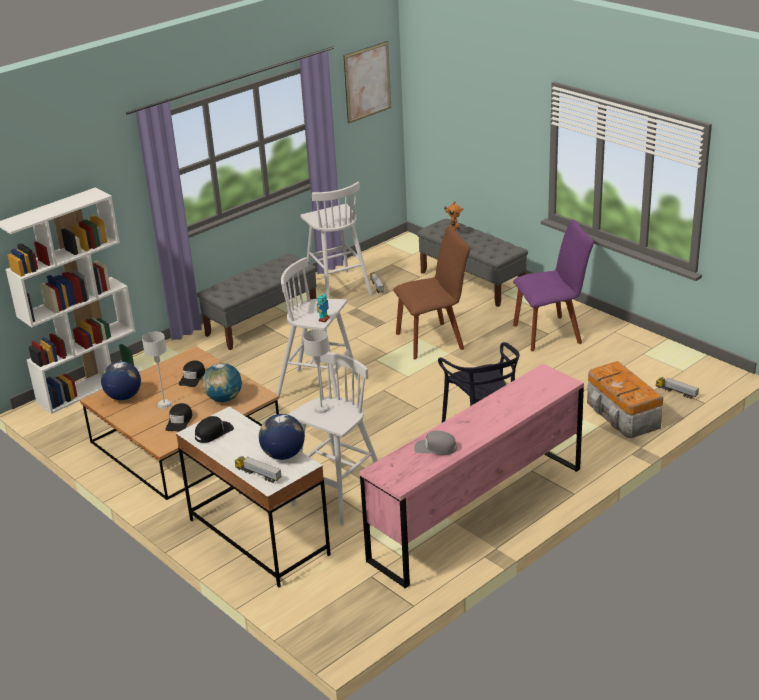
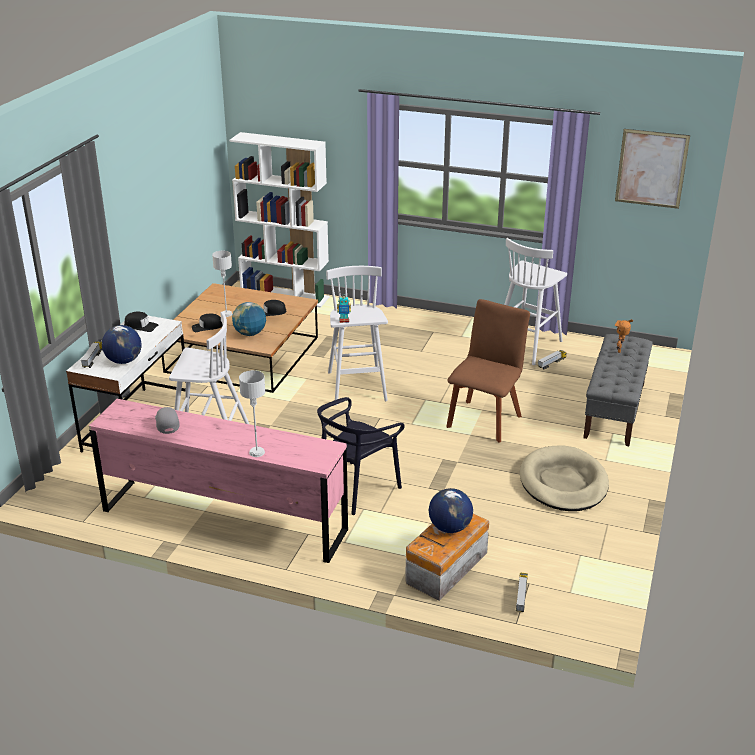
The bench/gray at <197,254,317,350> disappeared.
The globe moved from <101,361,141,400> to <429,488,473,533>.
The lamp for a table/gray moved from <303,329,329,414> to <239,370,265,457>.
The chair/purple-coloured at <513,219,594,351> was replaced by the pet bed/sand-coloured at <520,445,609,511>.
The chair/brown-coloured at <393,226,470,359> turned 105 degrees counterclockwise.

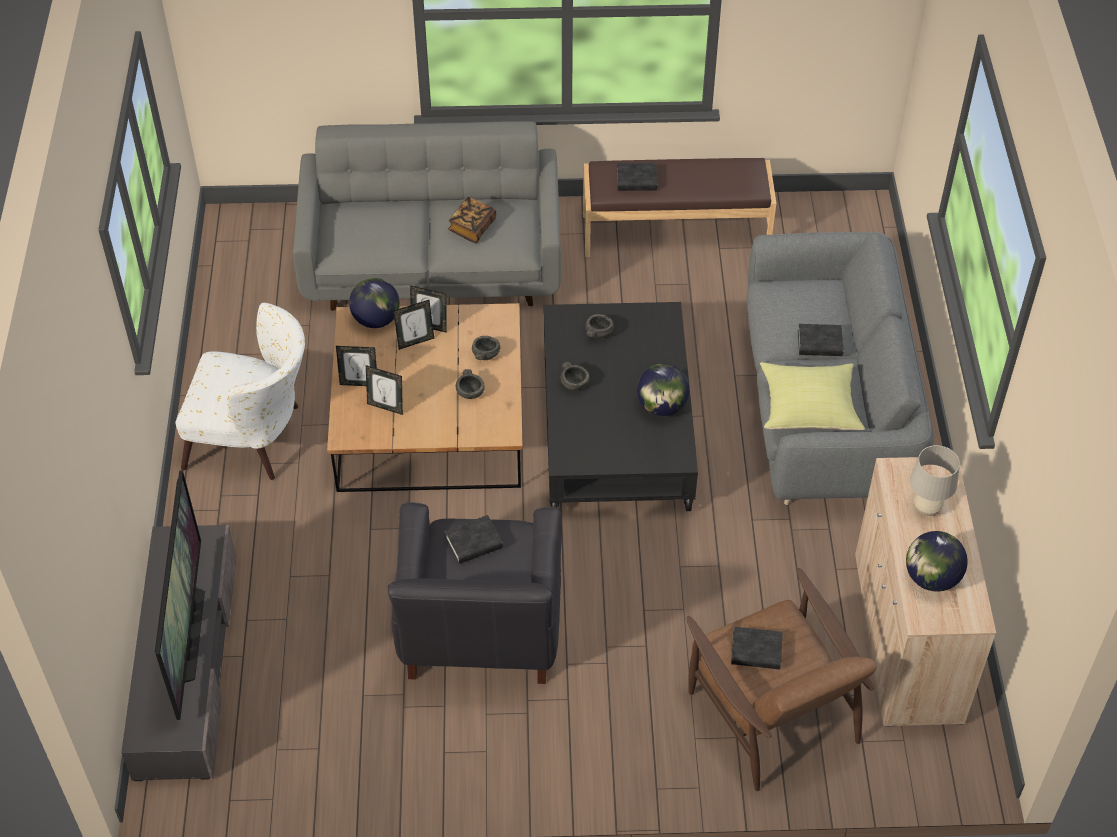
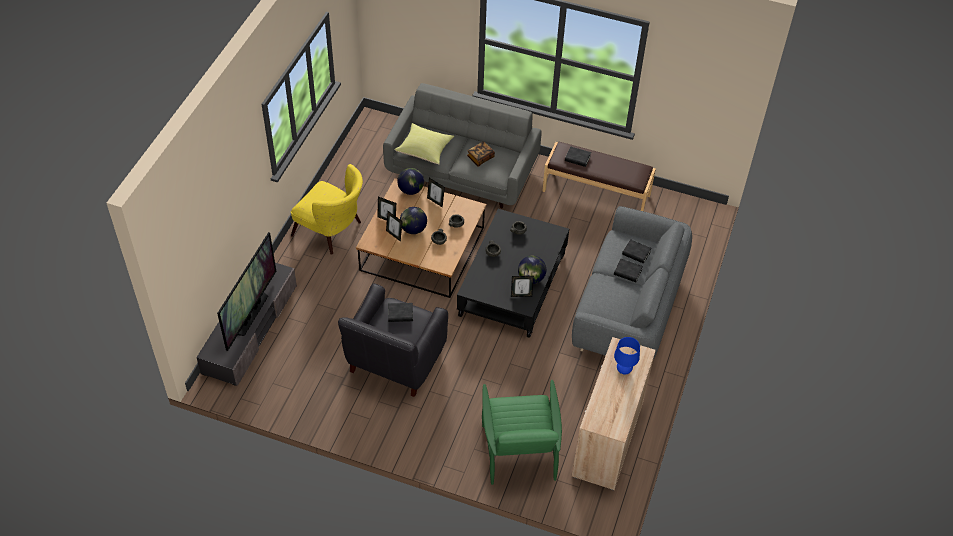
The standing frame moved from <393,300,434,350> to <511,276,534,297>.
The bound book/black moved from <731,627,783,669> to <622,239,652,264>.
The pillow/yellow-coloured moved from <760,362,865,430> to <395,123,454,164>.
The globe moved from <906,531,968,592> to <400,207,427,234>.
The lounge chair/white-coloured at <175,303,305,480> became the lounge chair/yellow-coloured at <291,164,363,255>.
The lounge chair/brown-coloured at <687,568,877,791> became the lounge chair/green at <482,380,562,485>.
The lamp for a table/sand-coloured at <910,445,960,516> became the lamp for a table/bluish at <614,337,640,374>.

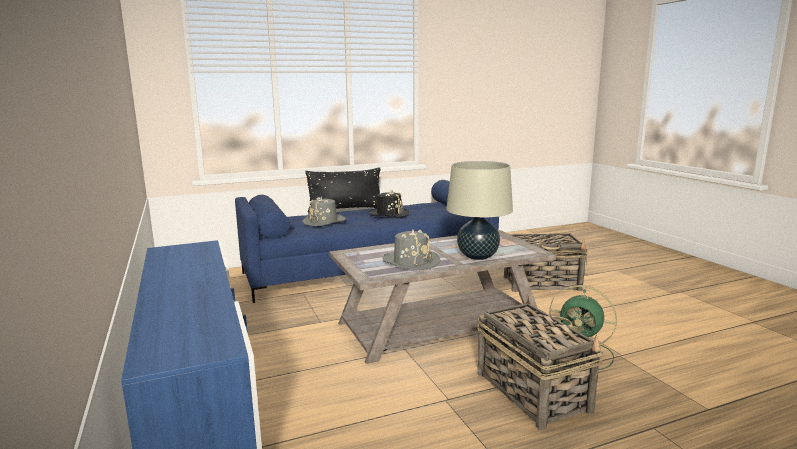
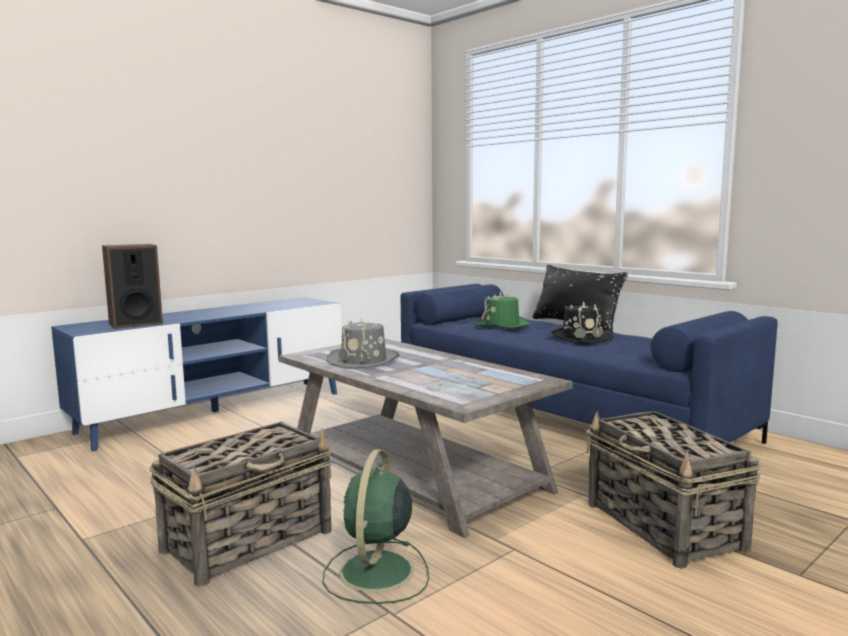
The lamp for a table/sand-coloured at <446,161,513,260> disappeared.
The audio speaker at <102,244,163,329> appeared.
The wearable hat/gray at <302,197,346,226> became the wearable hat/green at <474,292,531,328>.

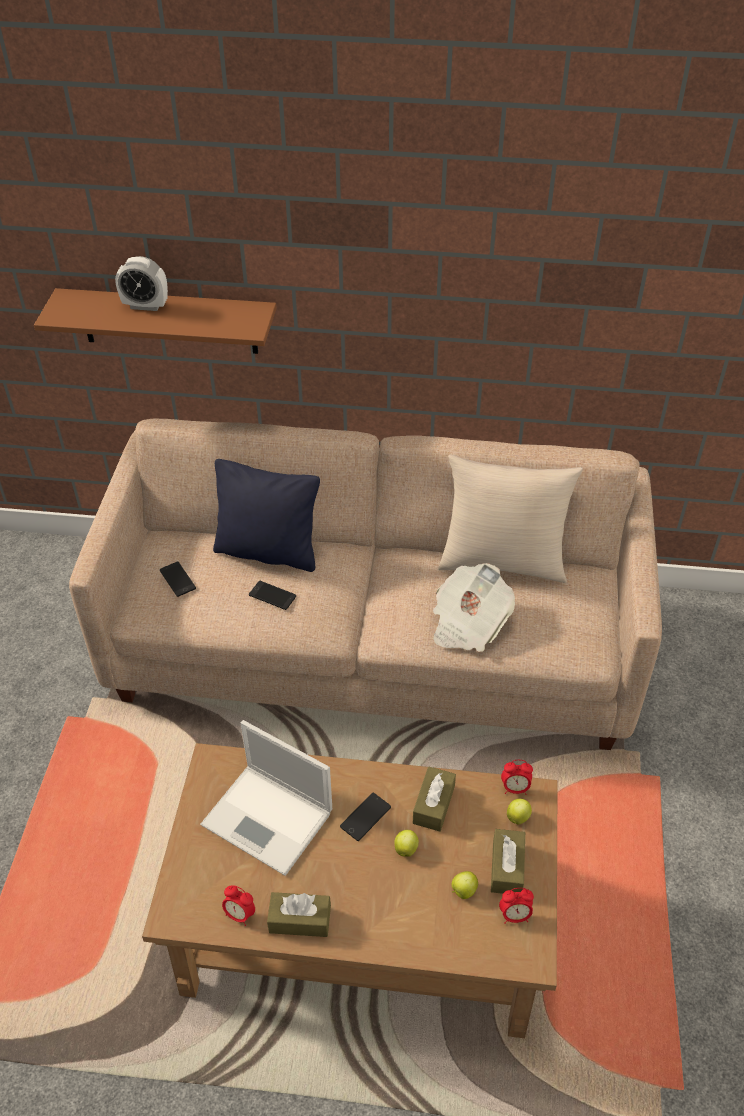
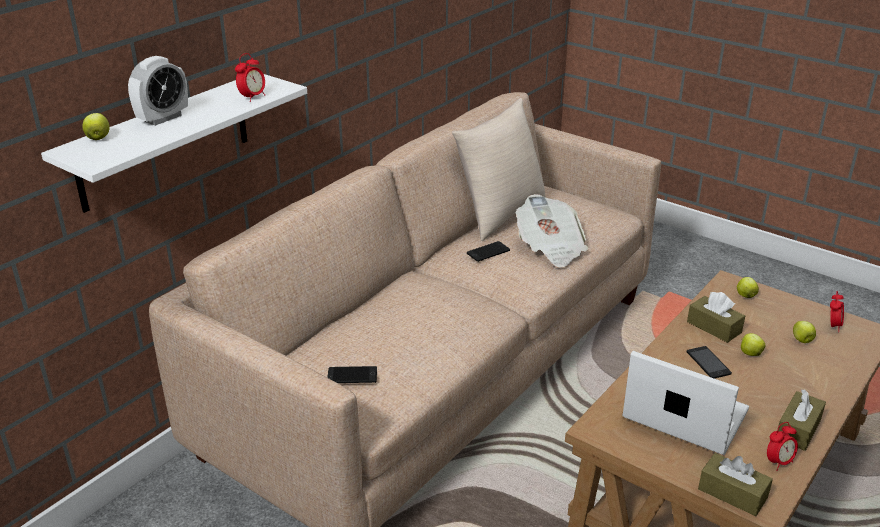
The pillow/black at <213,459,320,572> disappeared.
The apple at <82,113,110,140> appeared.
The telephone moved from <249,581,296,610> to <467,241,510,262>.
The tissue holder/brown-coloured moved from <491,829,525,894> to <698,453,773,516>.
The alarm clock moved from <501,760,533,795> to <235,53,265,102>.
The shelf/brown-coloured at <34,288,277,354> became the shelf/white-coloured at <41,74,307,213>.
The notebook computer at <200,720,332,876> turned 120 degrees counterclockwise.

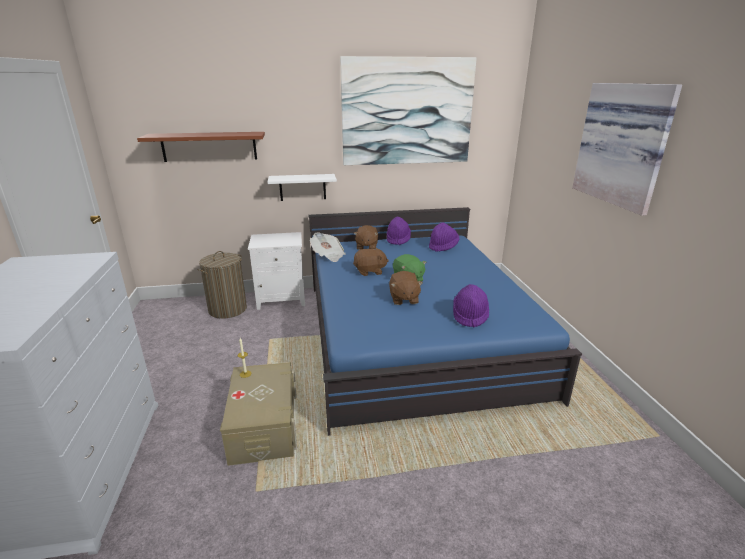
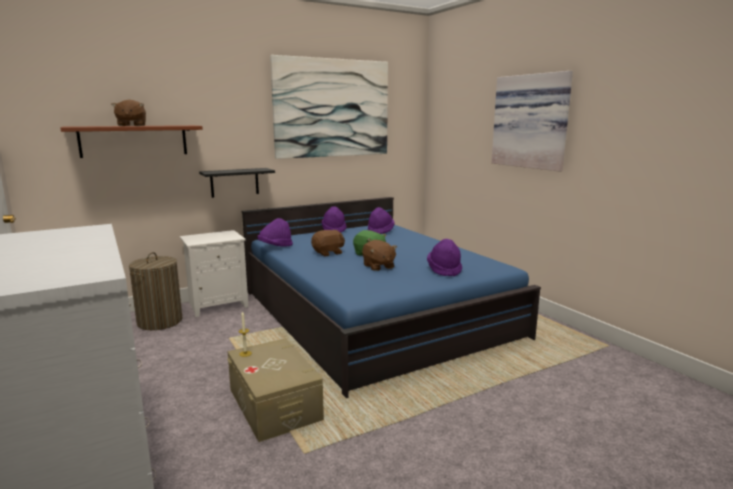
The cuddly toy/brown-coloured moved from <354,225,378,250> to <111,100,146,126>.
The daily paper at <310,232,346,262> was replaced by the wearable hat/purple-coloured at <257,218,293,247>.
The shelf/white-coloured at <267,174,337,201> became the shelf/black at <199,168,275,198>.

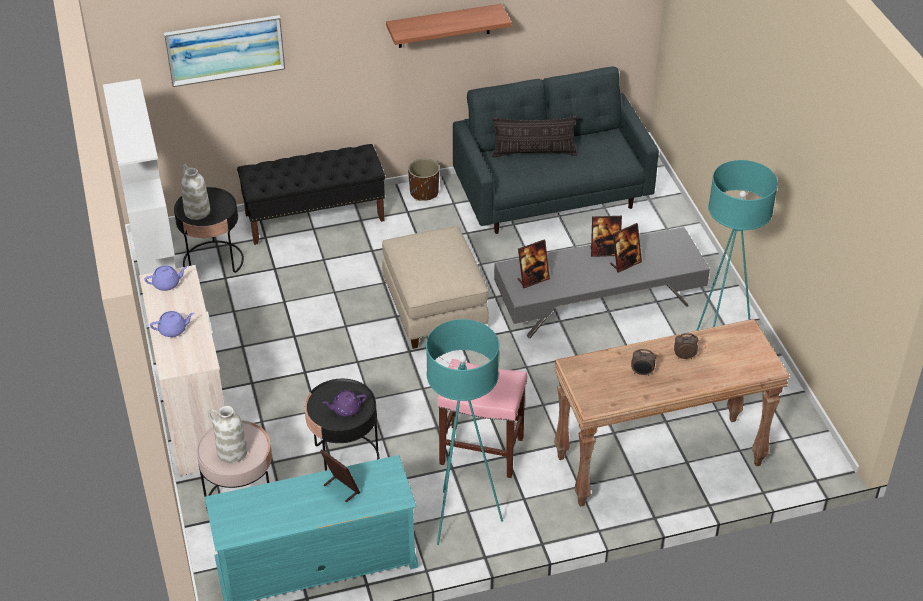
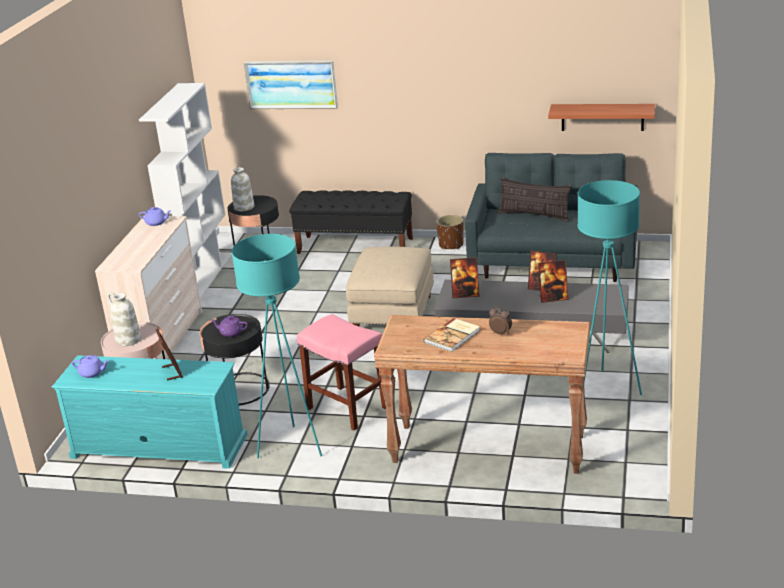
The pot for tea/purple-coloured moved from <150,311,194,337> to <72,355,109,378>.
The shelf moved from <386,4,512,48> to <548,104,655,131>.
The alarm clock at <631,349,656,376> was replaced by the bound book at <424,318,480,352>.

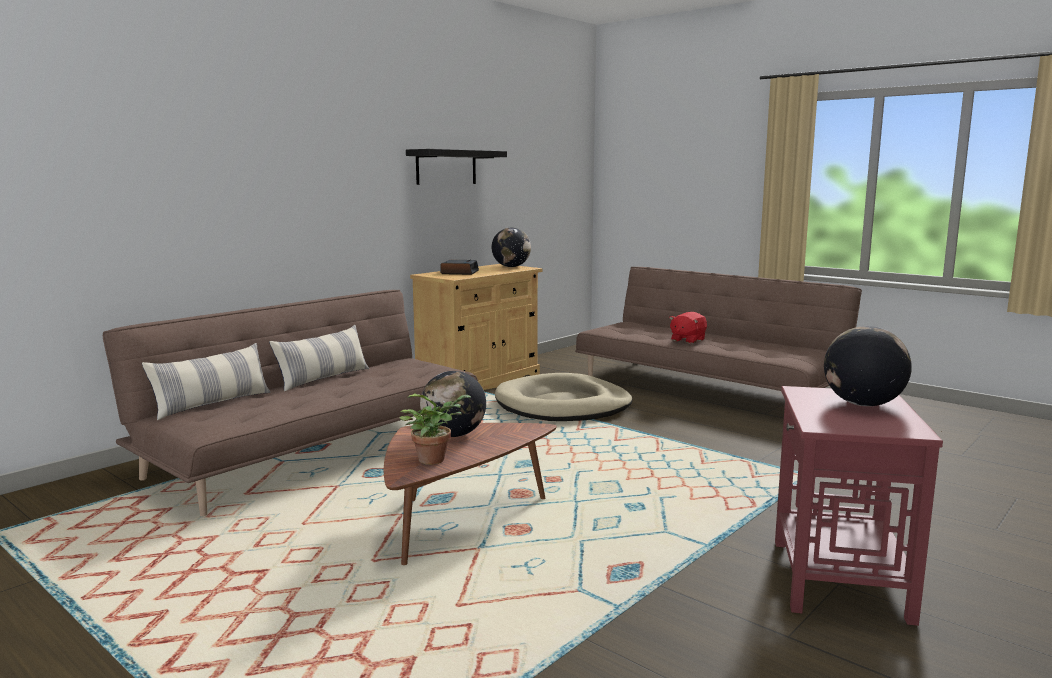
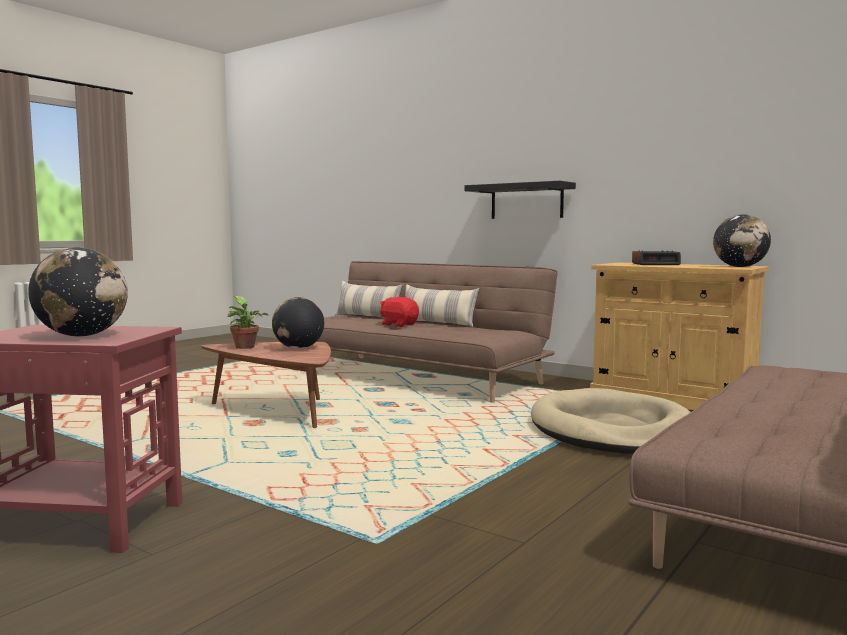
The shelf/black moved from <406,149,507,185> to <465,181,576,219>.
The cuddly toy/red-coloured moved from <669,312,707,344> to <380,297,419,327>.

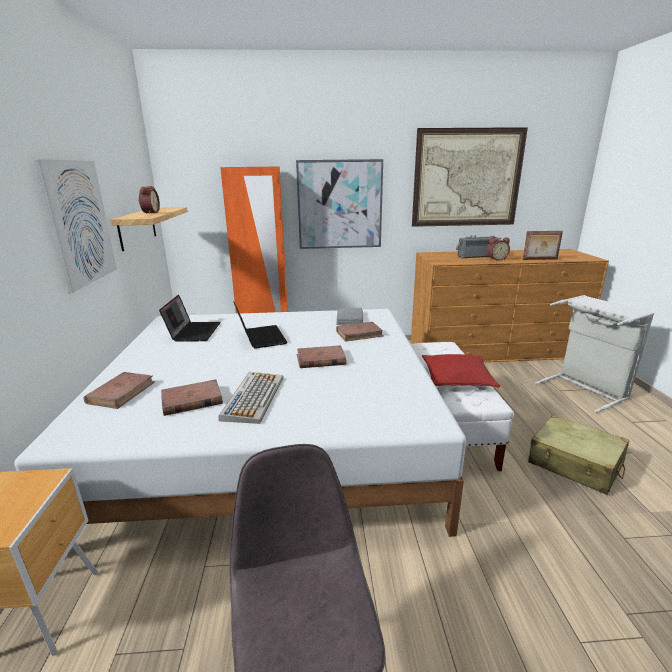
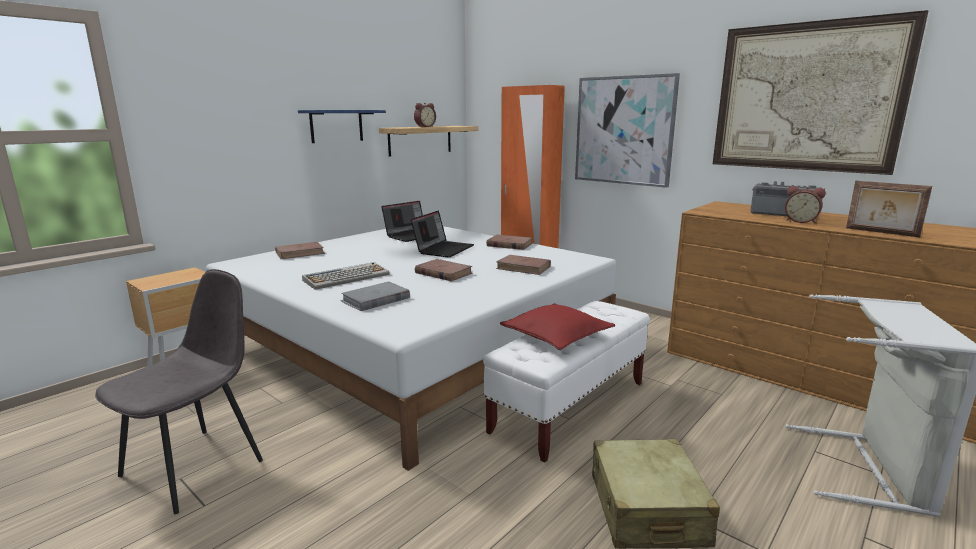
The bound book/brown-coloured moved from <161,379,223,416> to <487,235,532,250>.
The bound book/gray moved from <336,308,363,325> to <341,281,410,311>.
The wall picture at <34,159,117,293> was replaced by the shelf/bluish at <298,110,386,143>.

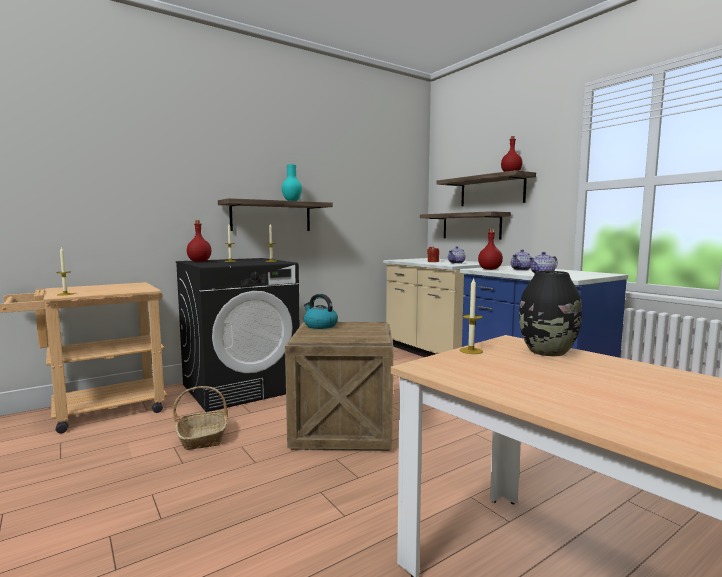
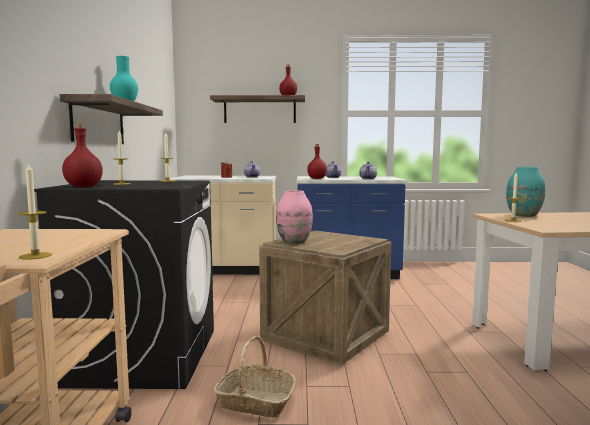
The shelf at <420,211,511,239> disappeared.
The water kettle at <304,294,338,329> was replaced by the decorative vase/pink at <276,190,313,244>.
The decorative vase/black at <519,271,582,356> became the decorative vase/turquoise-coloured at <506,167,545,217>.

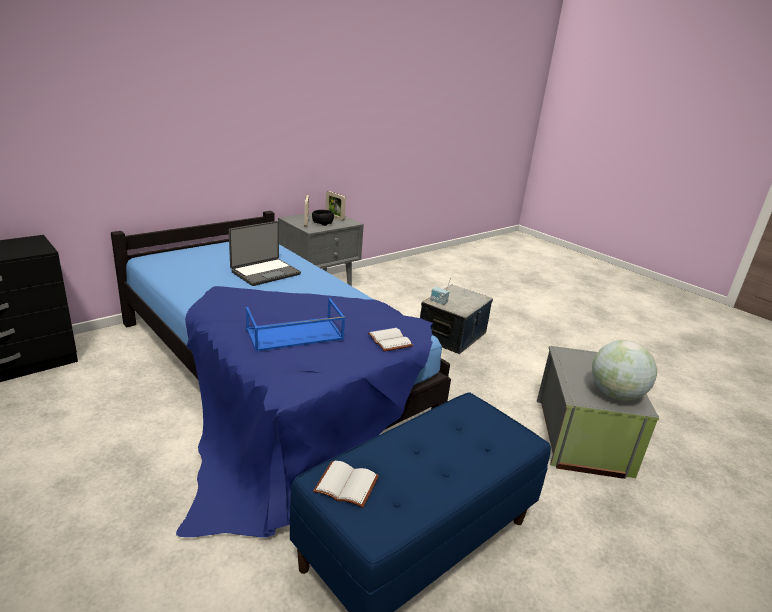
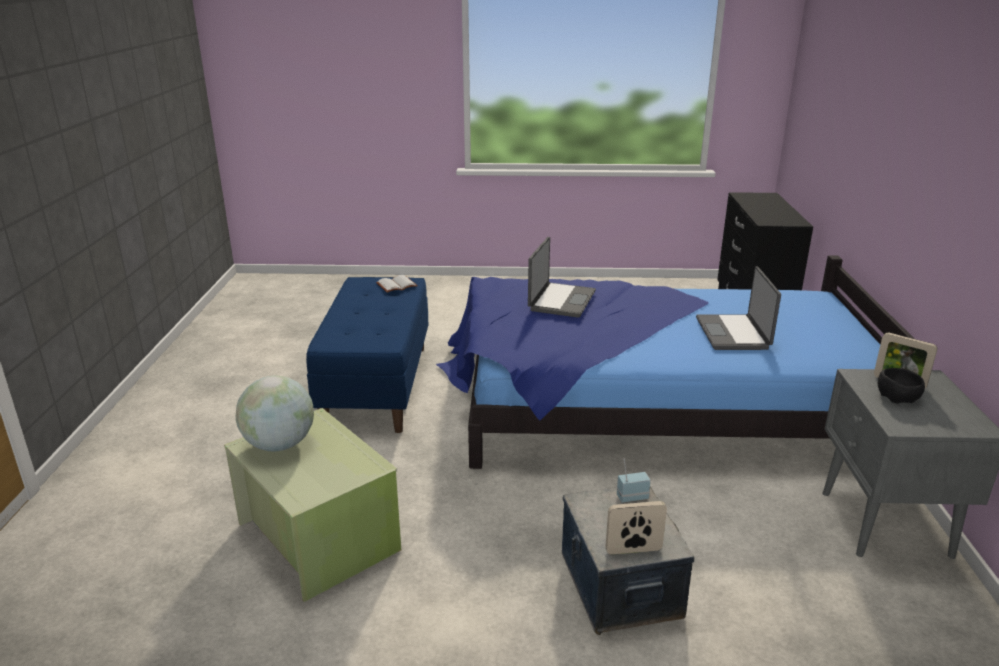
The bound book/white-coloured at <368,328,413,351> disappeared.
The standing frame moved from <325,191,346,221> to <605,501,667,555>.
The tray/bluish at <246,298,345,352> was replaced by the notebook computer at <528,237,596,318>.
The storage container/gray at <537,346,659,479> became the storage container/green at <224,408,401,602>.

